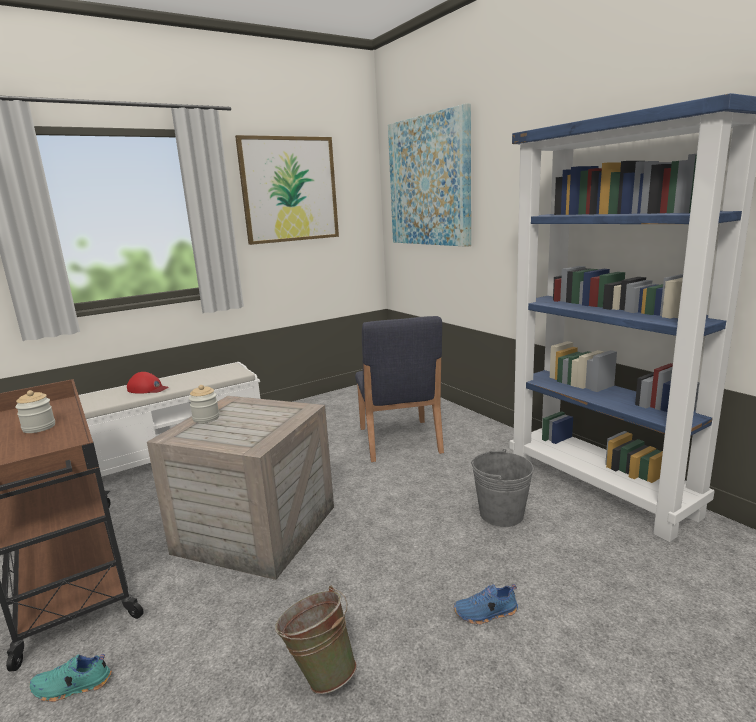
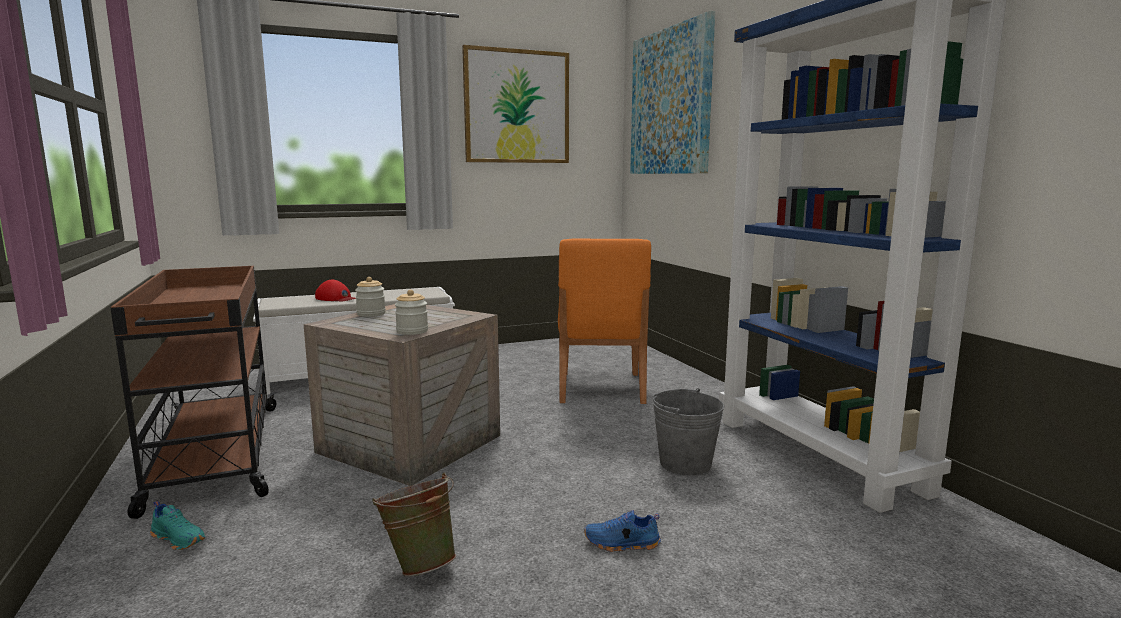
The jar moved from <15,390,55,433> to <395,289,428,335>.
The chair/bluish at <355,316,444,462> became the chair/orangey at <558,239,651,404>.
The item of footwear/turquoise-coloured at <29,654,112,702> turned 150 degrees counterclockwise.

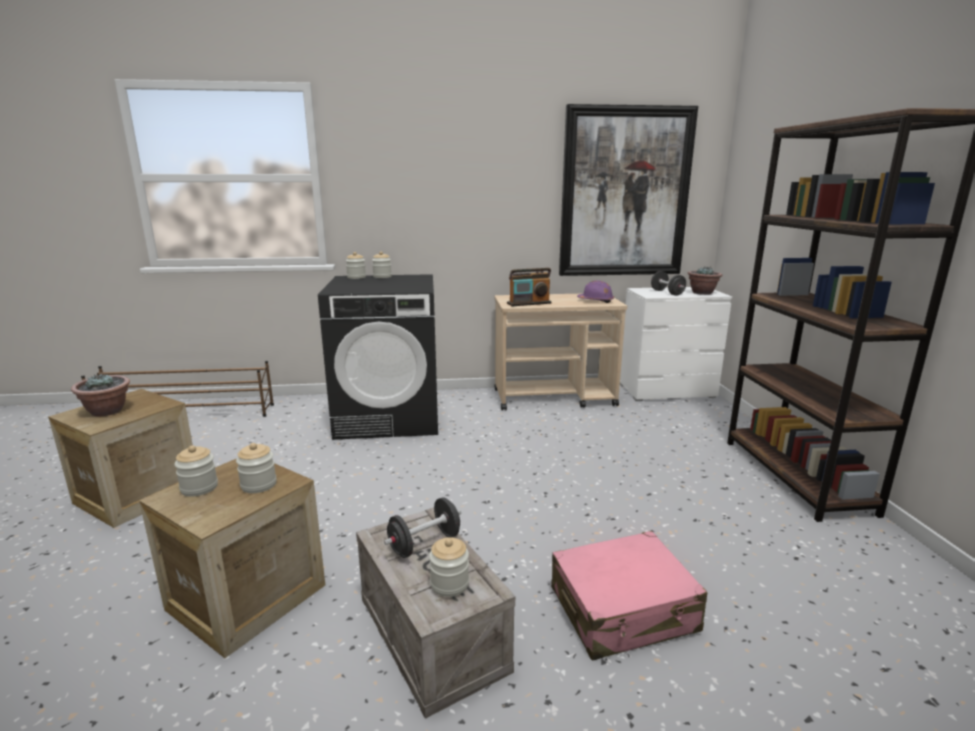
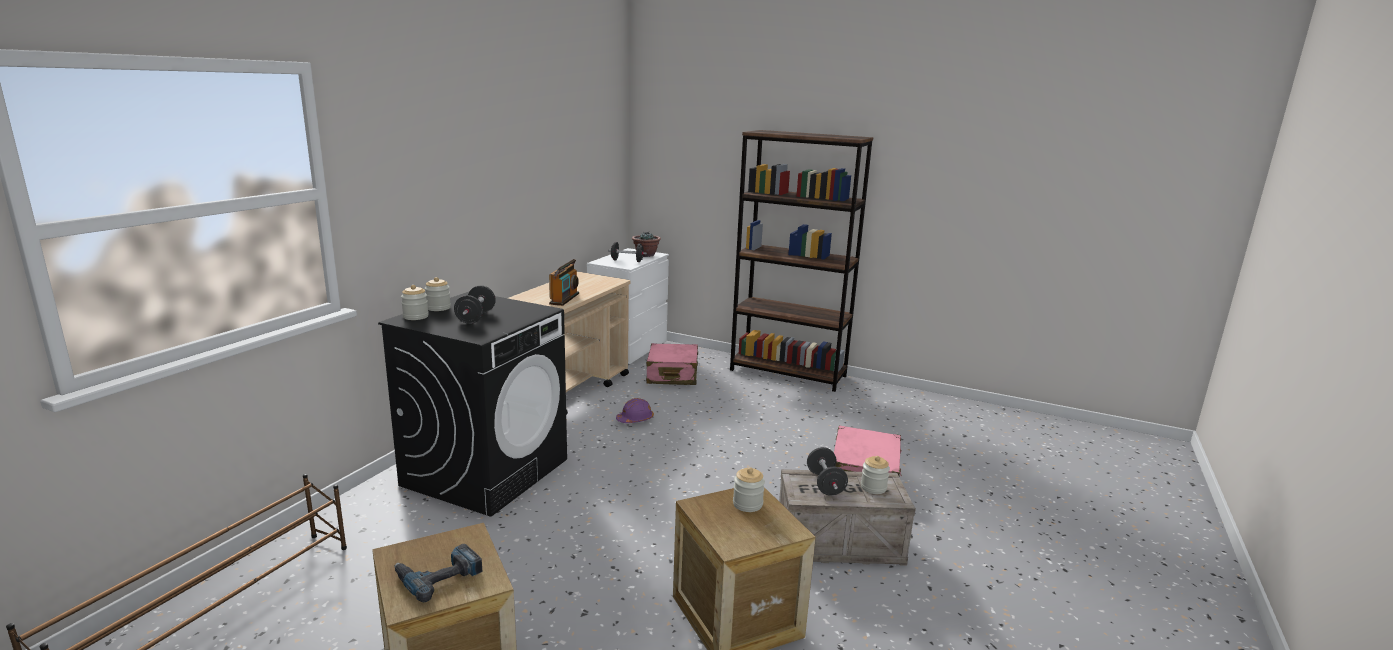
The jar at <174,445,218,497> disappeared.
The wall picture at <559,104,698,276> disappeared.
The dumbbell/black at <454,285,496,324> appeared.
The suitcase/pink at <646,343,698,385> appeared.
The safety helmet/purple-coloured moved from <577,280,614,303> to <616,398,654,423>.
The plant in a pot at <71,374,130,417> was replaced by the drill at <395,544,482,602>.

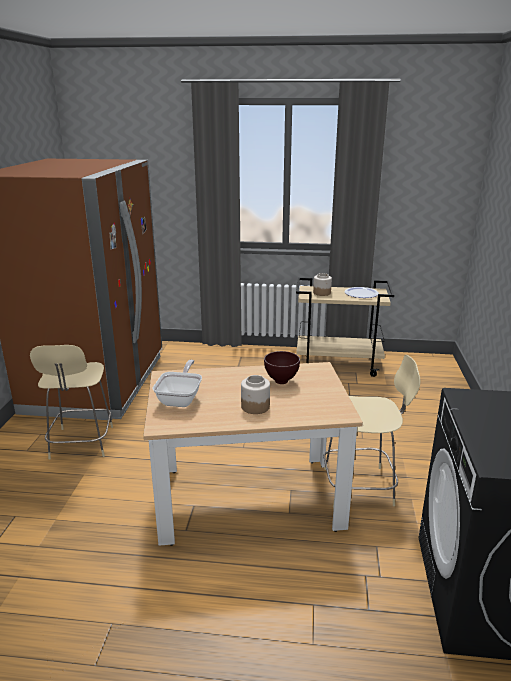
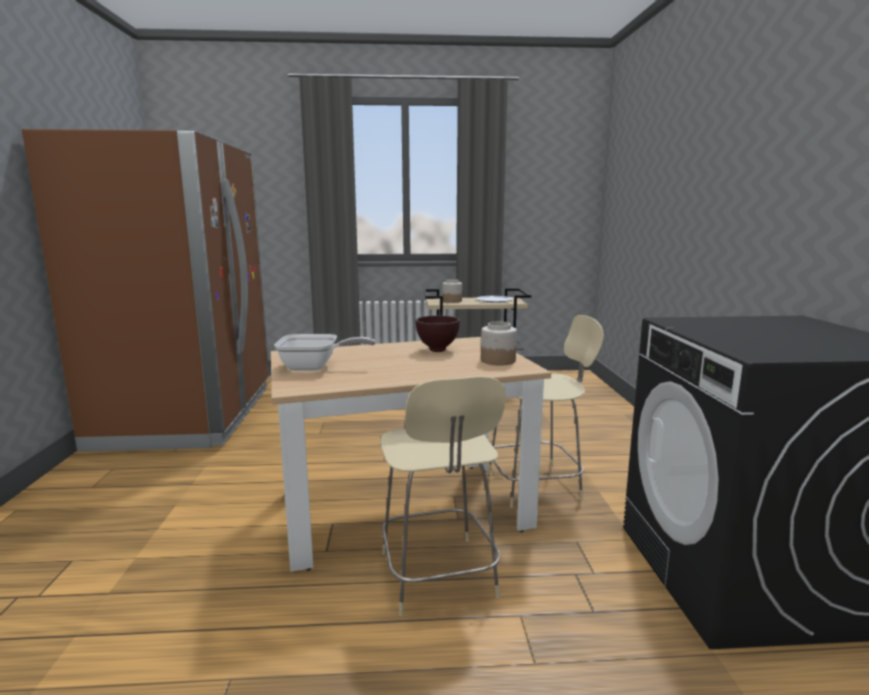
The stool/sand-coloured moved from <30,345,113,459> to <380,376,506,616>.
The jar moved from <241,375,270,414> to <481,322,517,365>.
The skillet at <152,360,202,407> turned 90 degrees clockwise.

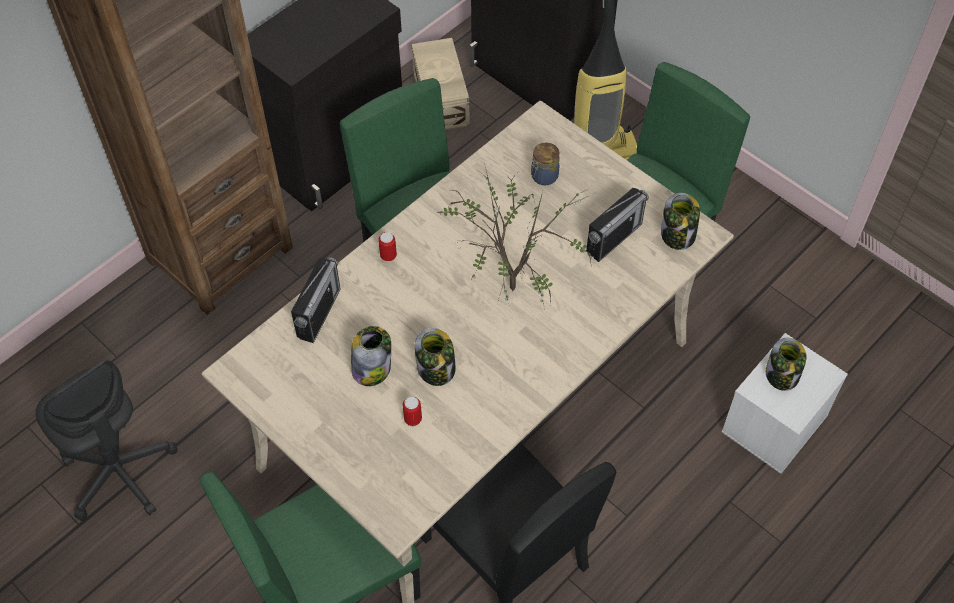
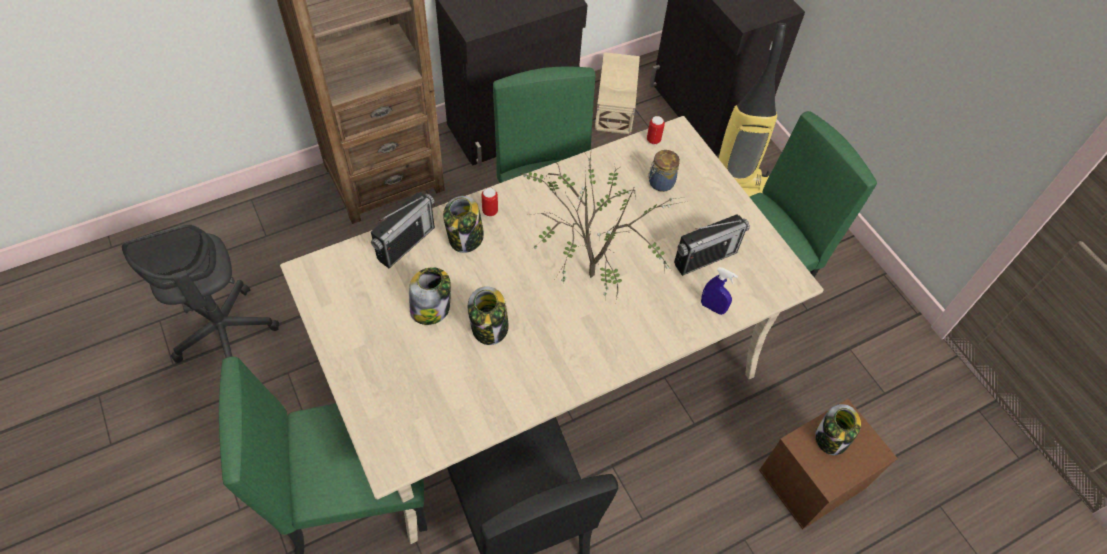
The spray bottle/bluish at <701,267,738,315> appeared.
The sealed can moved from <403,396,422,426> to <647,116,665,144>.
The jar moved from <661,193,700,250> to <443,196,484,253>.
The storage container/white-coloured at <721,333,848,474> became the storage container/brown-coloured at <759,399,898,529>.

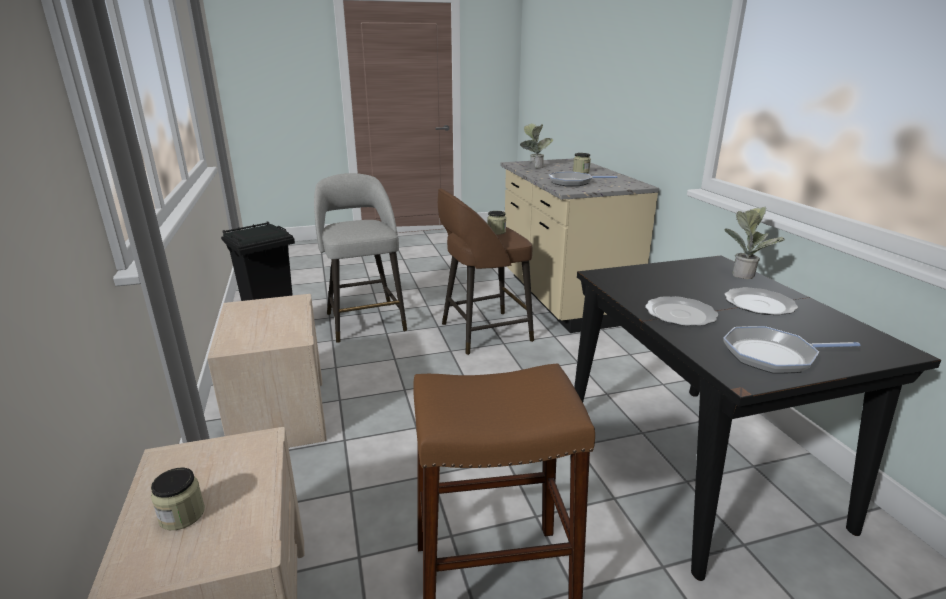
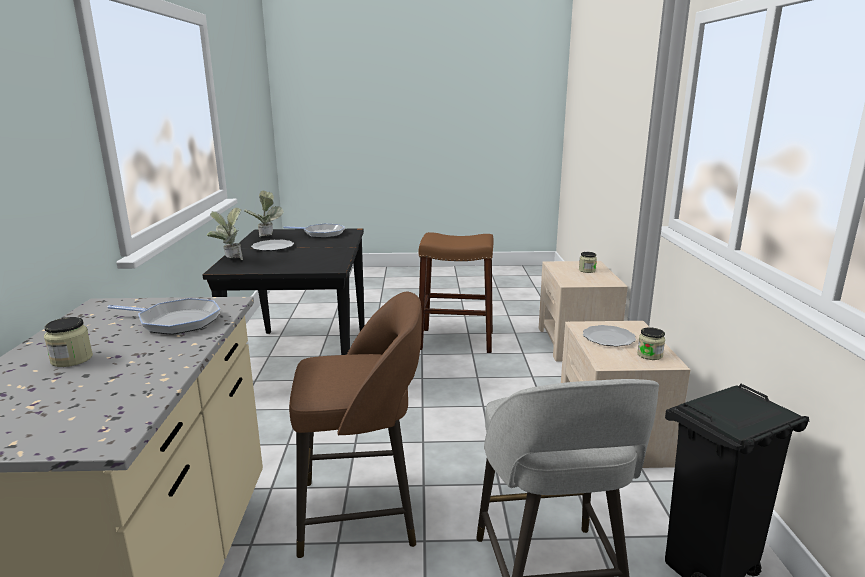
The jar moved from <487,211,506,235> to <637,327,665,360>.
The plant in a pot moved from <520,123,553,169> to <244,191,284,237>.
The plate moved from <645,296,718,326> to <583,325,636,346>.

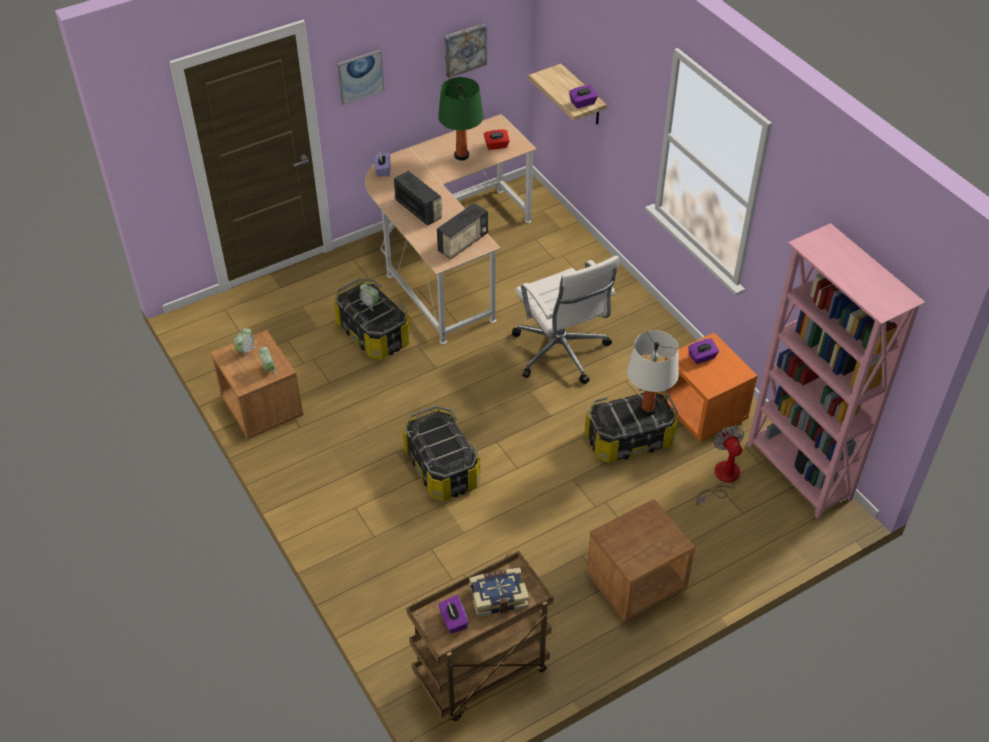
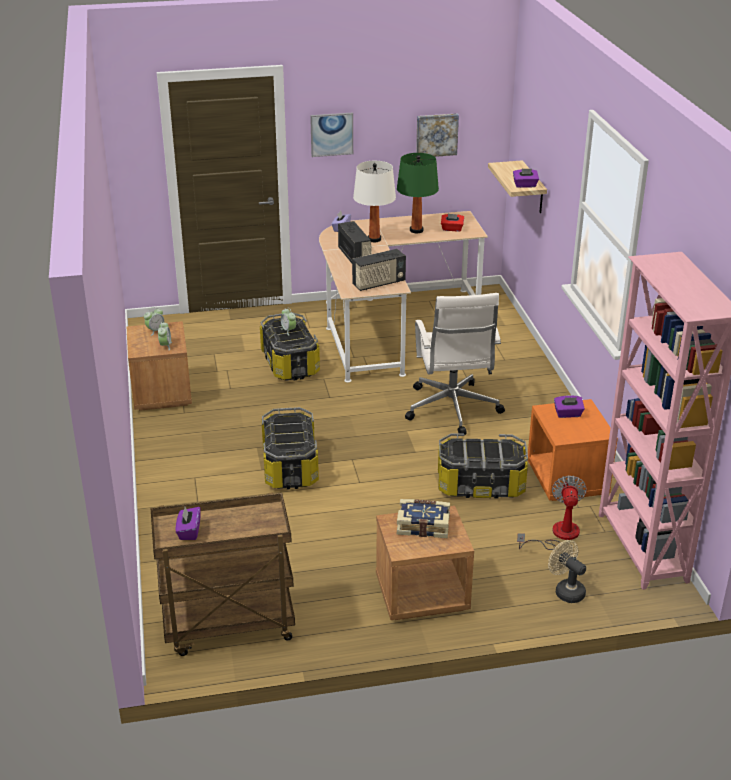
The electric fan/sand-coloured at <548,540,586,603> appeared.
The bound book moved from <469,568,529,618> to <397,499,450,538>.
The lamp for a table/white-coloured moved from <627,330,679,415> to <353,161,396,242>.

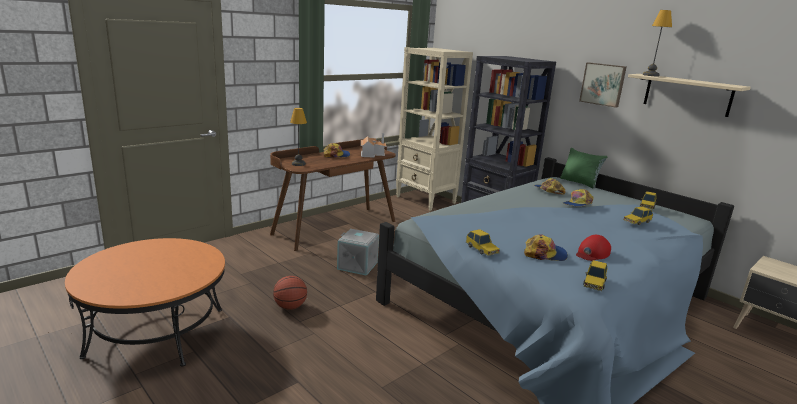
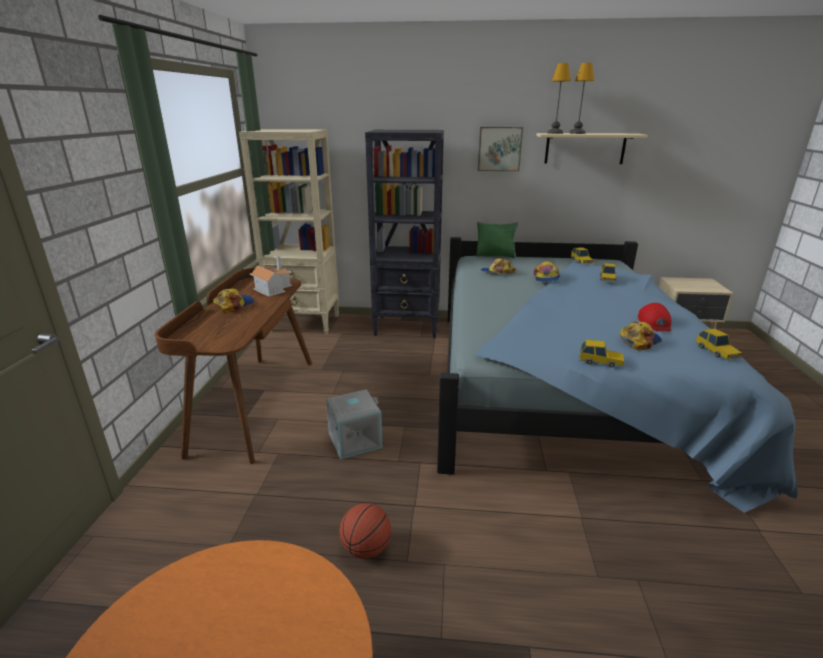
The lamp for a table moved from <290,108,307,166> to <570,63,594,134>.

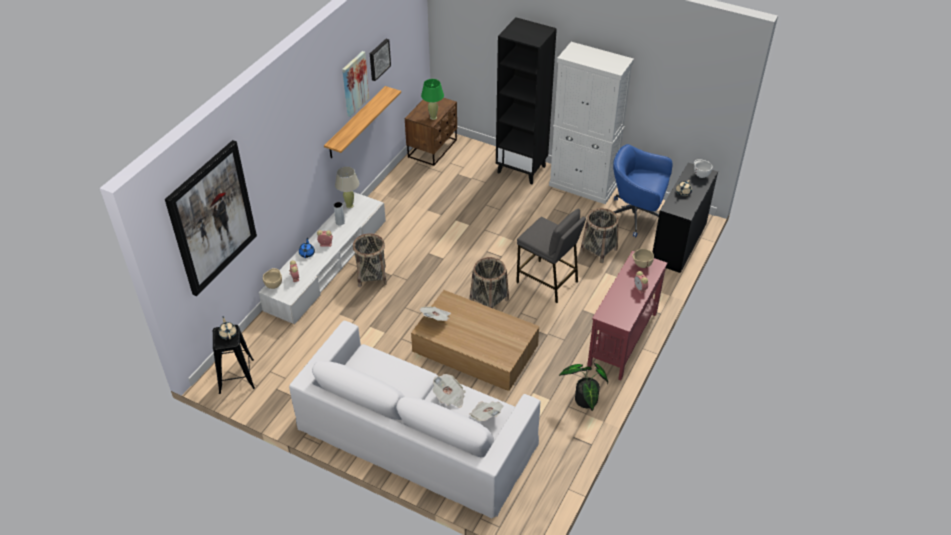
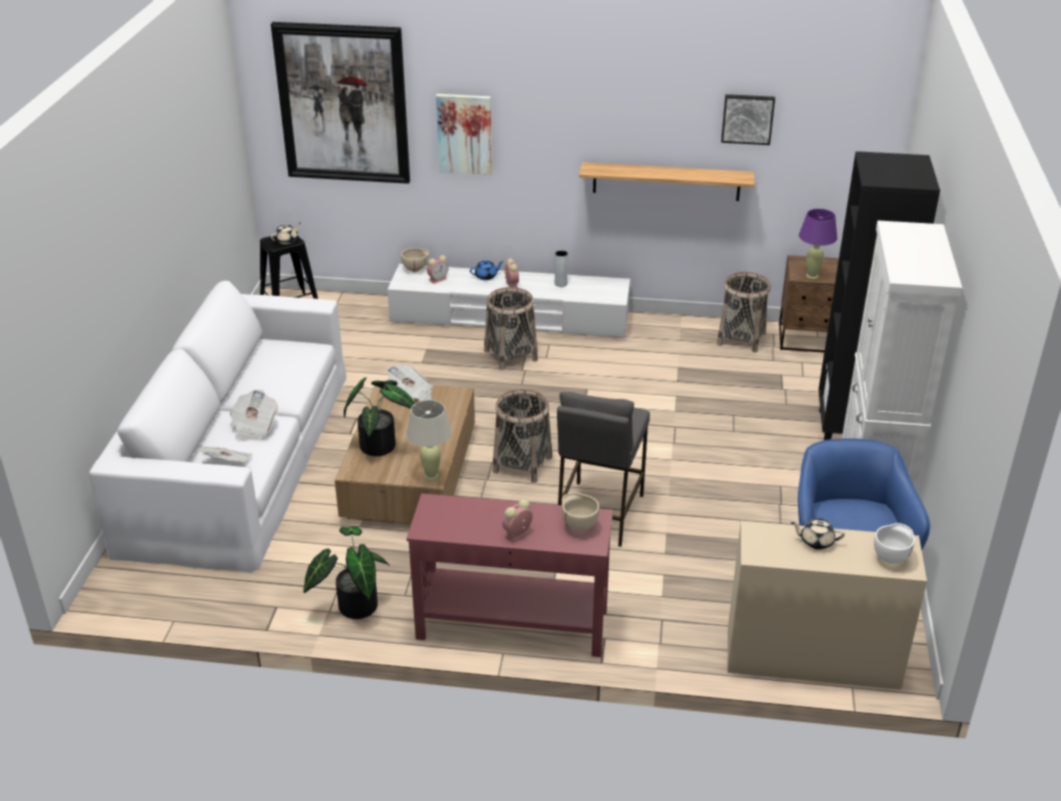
The plant in a pot at <344,377,414,456> appeared.
The lamp for a table/sand-coloured moved from <335,166,359,208> to <406,400,452,480>.
The wall picture moved from <342,51,369,117> to <436,94,492,175>.
The storage basket moved from <580,208,619,263> to <717,272,771,353>.
The lamp for a table/green at <421,79,444,120> became the lamp for a table/purple-coloured at <799,209,837,279>.
The desk unit/black at <652,163,718,273> became the desk unit/sand-coloured at <728,521,927,690>.

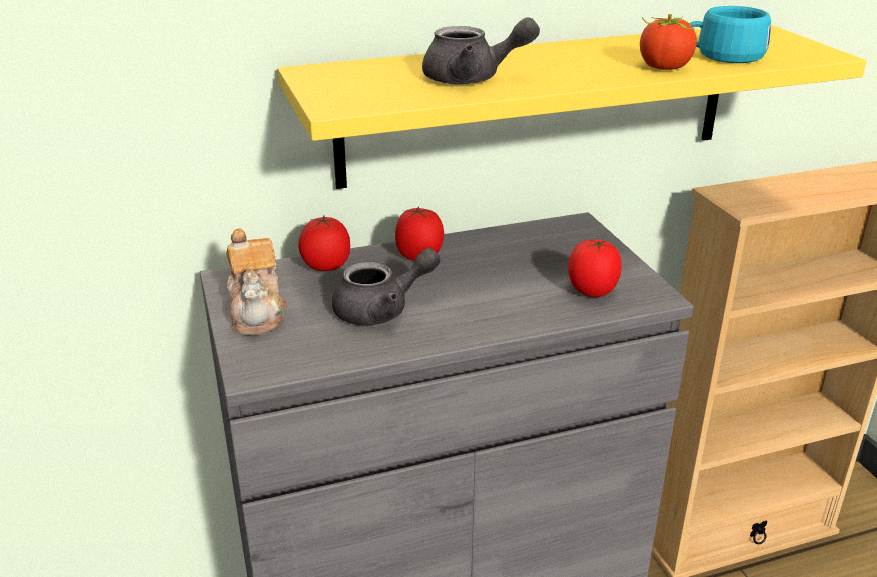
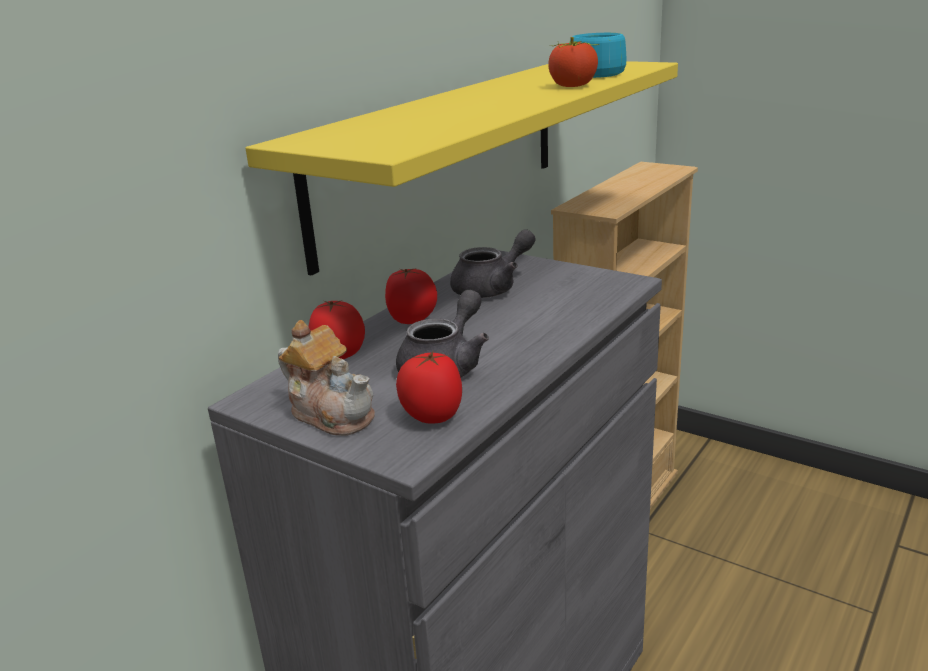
The pot for tea/gray moved from <422,17,540,85> to <450,229,536,298>.
The fresh tomato moved from <568,240,622,297> to <396,351,462,423>.

